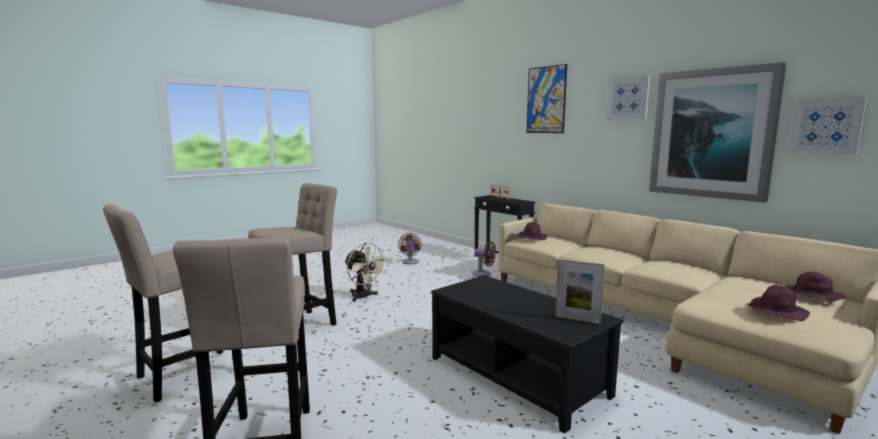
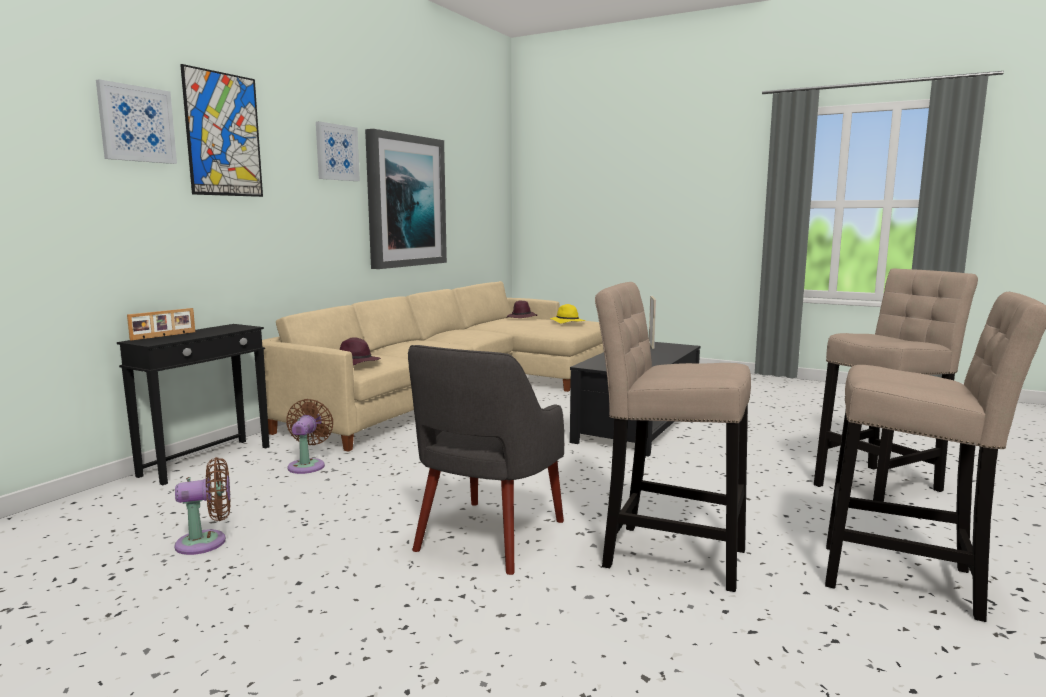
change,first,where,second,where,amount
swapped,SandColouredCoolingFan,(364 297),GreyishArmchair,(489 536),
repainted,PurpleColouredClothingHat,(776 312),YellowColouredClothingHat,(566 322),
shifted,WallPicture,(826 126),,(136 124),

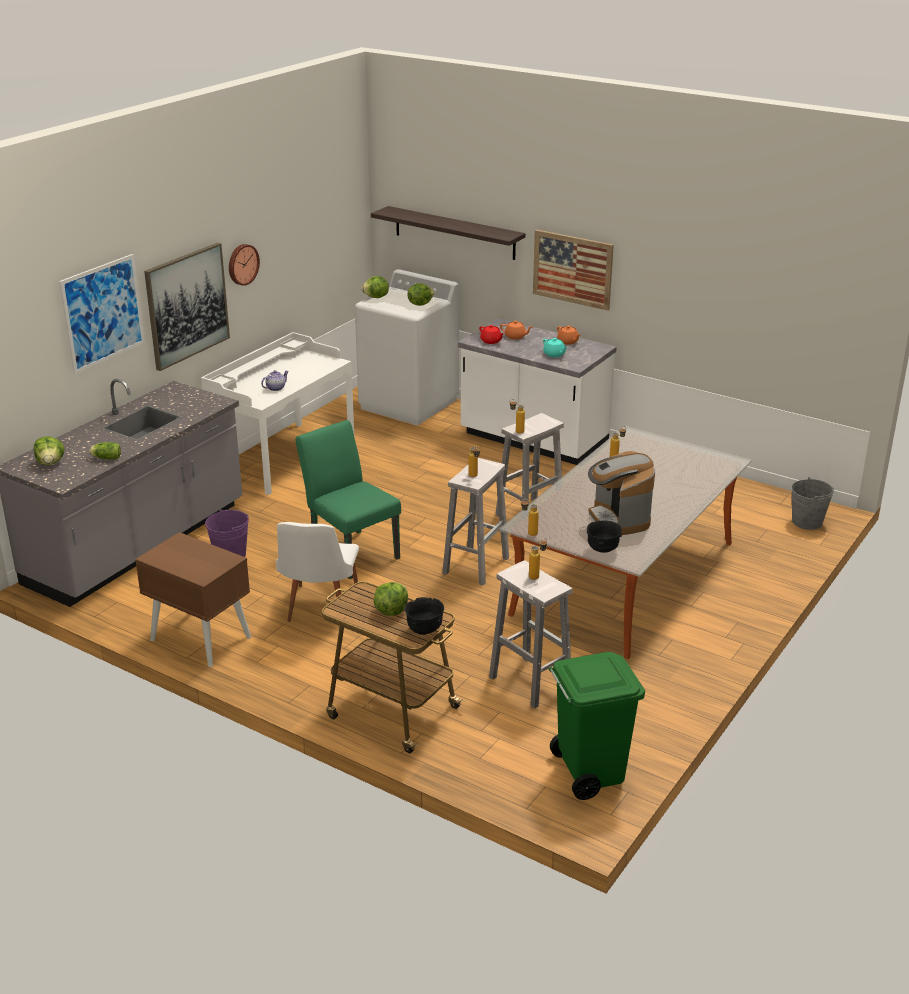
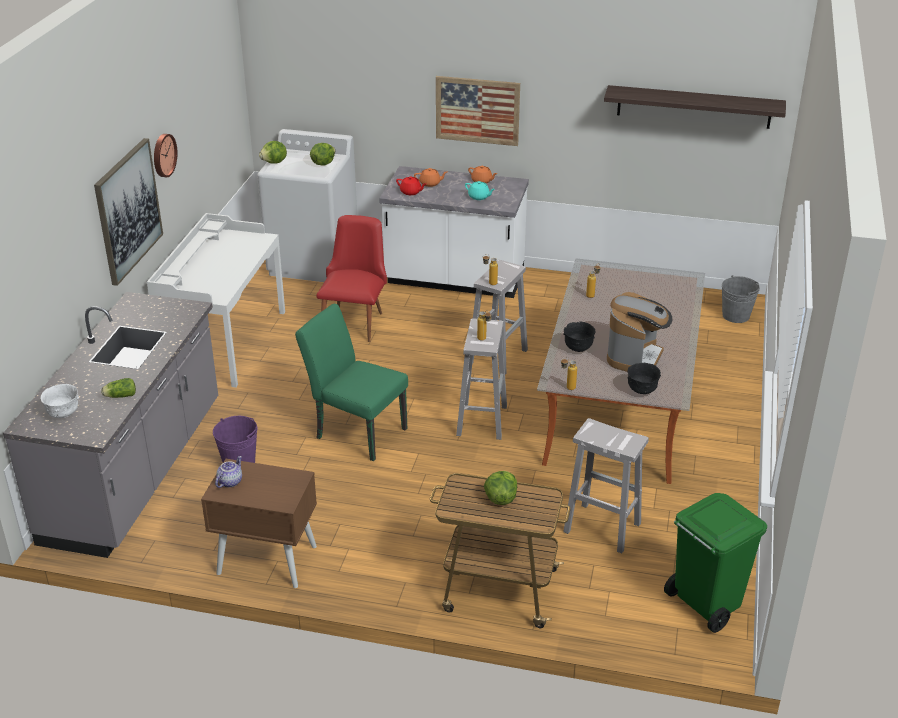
change,first,where,second,where,amount
swapped,LettuceHead,(51 463),WhiteDeepDish,(63 414),
gone,WallPicture,(103 313),,,
shifted,Teapot,(275 388),,(229 481),
gone,WhiteUprightChair,(319 610),,,
shifted,Shelf,(454 233),,(694 107),
shifted,BlackColouredDeepDish,(424 630),,(578 348),
gone,DrinkBottle,(537 576),,,
rotated,CoffeeBrewer,(618 519),,(635 356),120 degrees counterclockwise
new,,,ReddishUprightChair,(355 320),

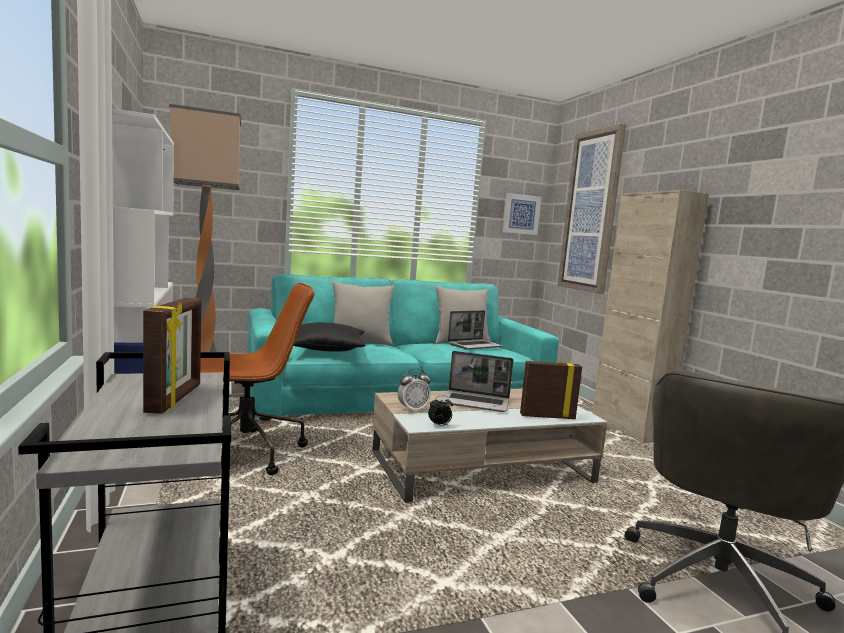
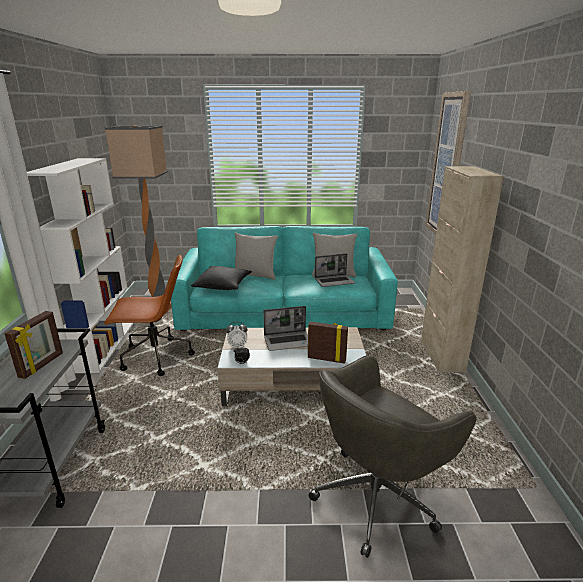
change,first,where,second,where,amount
rotated,Laptop,(476 402),,(288 341),45 degrees counterclockwise
gone,WallPicture,(521 214),,,

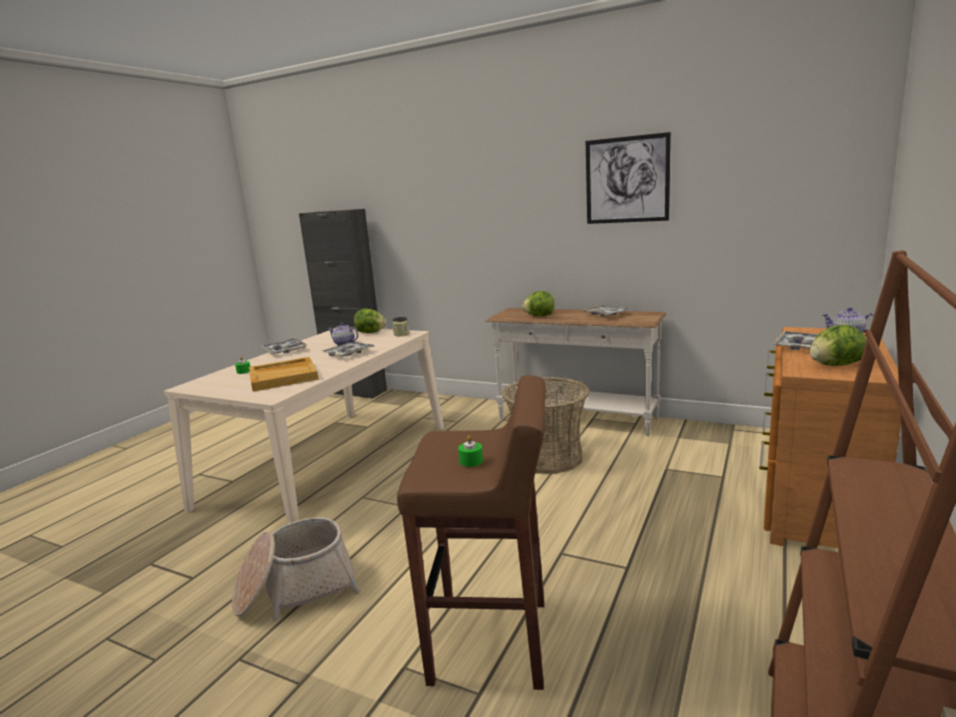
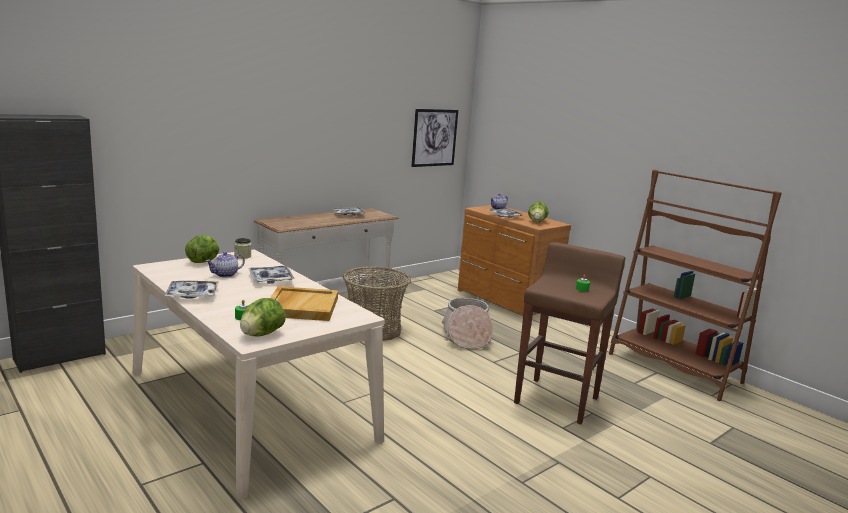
change,first,where,second,where,amount
shifted,StorageBasket,(296 588),,(466 336),
shifted,LettuceHead,(539 316),,(261 334),
shifted,WallPicture,(627 180),,(434 137),

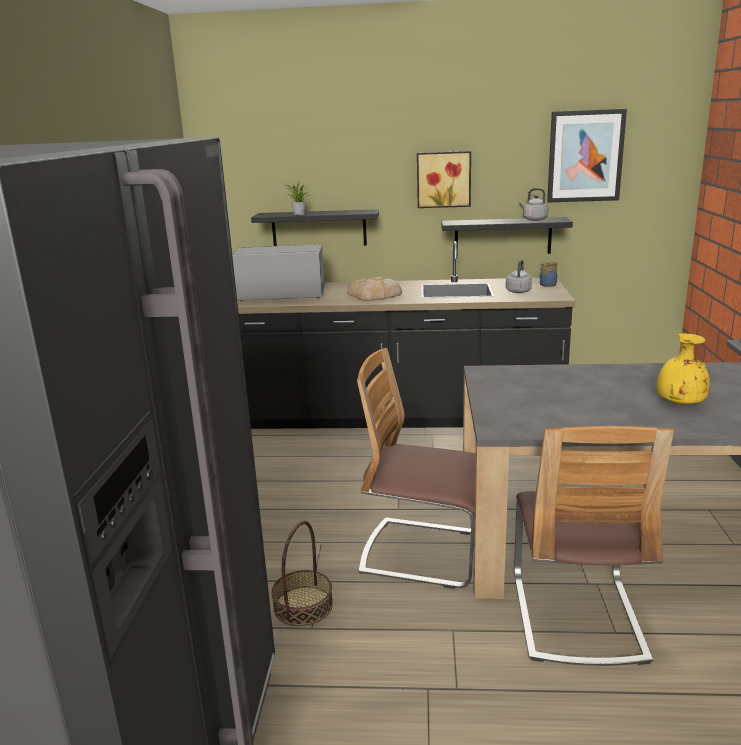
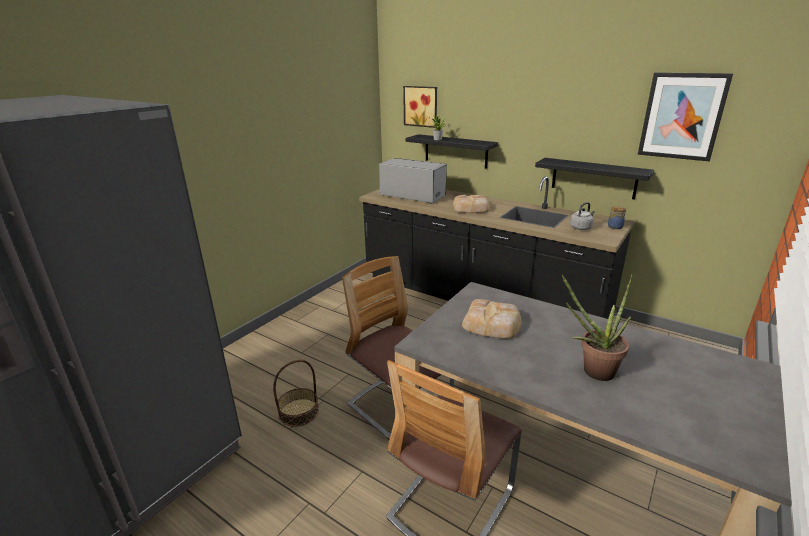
change,first,where,second,where,amount
shifted,WallPicture,(443 179),,(421 106),
gone,GreyishTeaKettle,(533 219),,,
swapped,YellowColouredVase,(679 404),PlantInAPot,(592 371),
new,,,Bread,(492 324),

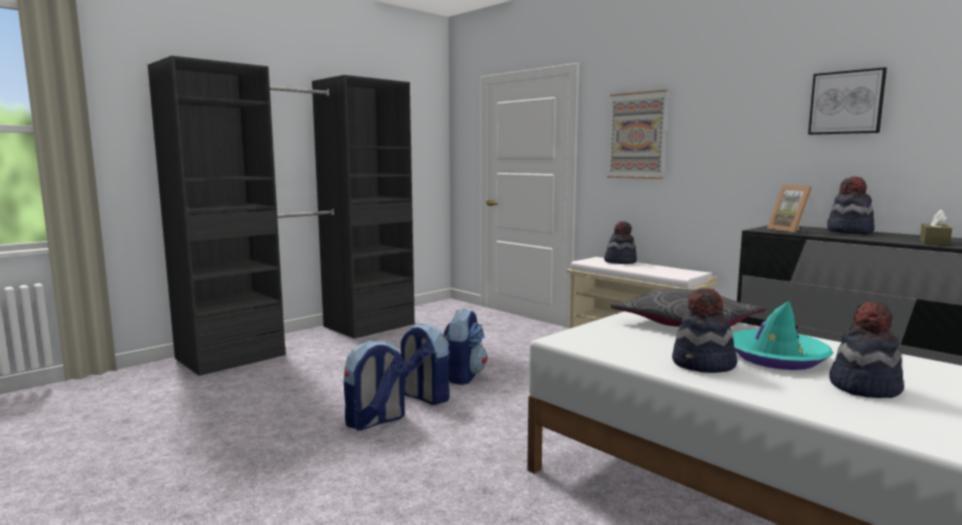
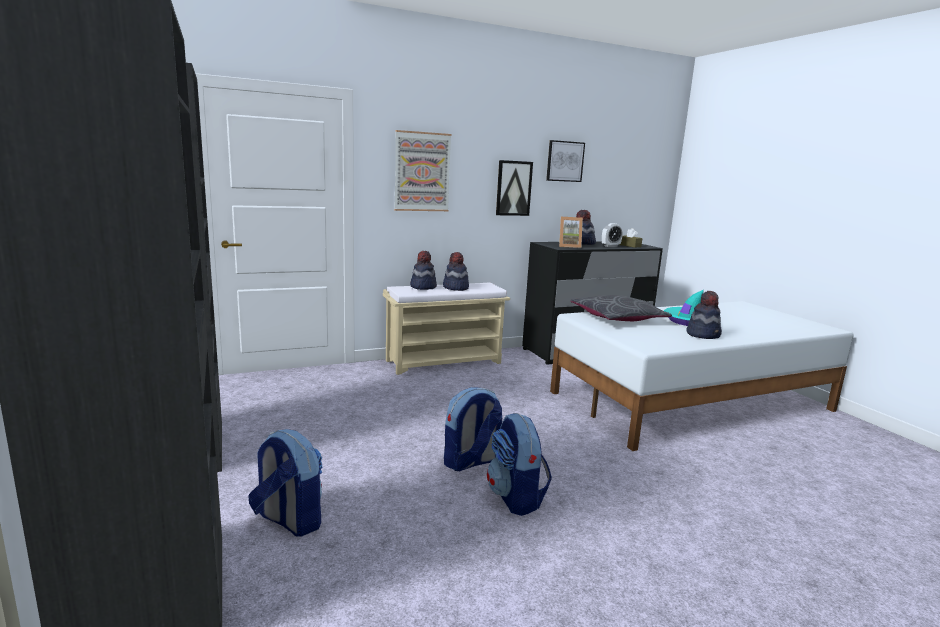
change,first,where,second,where,amount
shifted,Rucksack,(463 376),,(289 520),
shifted,ClothingHat,(863 387),,(455 288),
new,,,WallPicture,(513 188),
new,,,TableClock,(610 246),

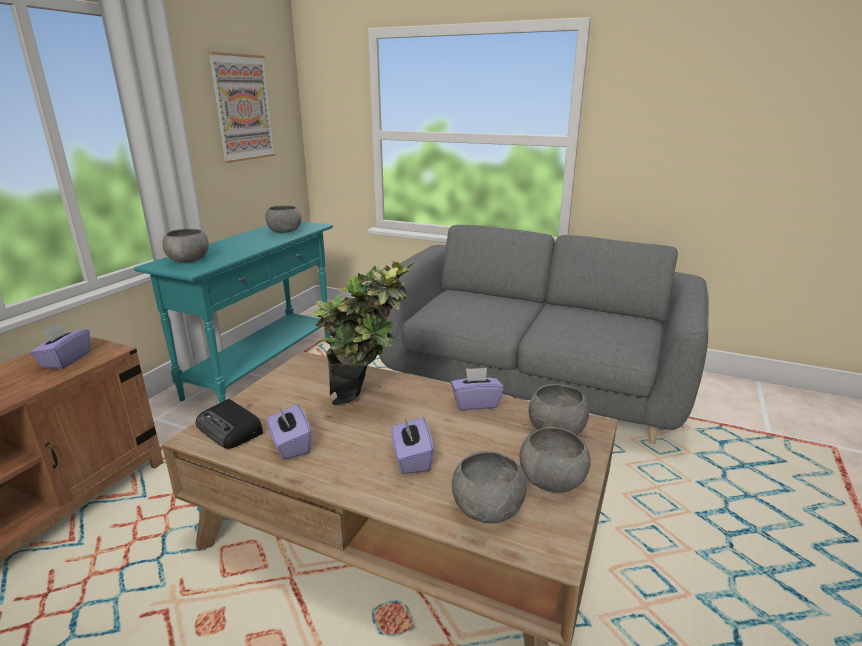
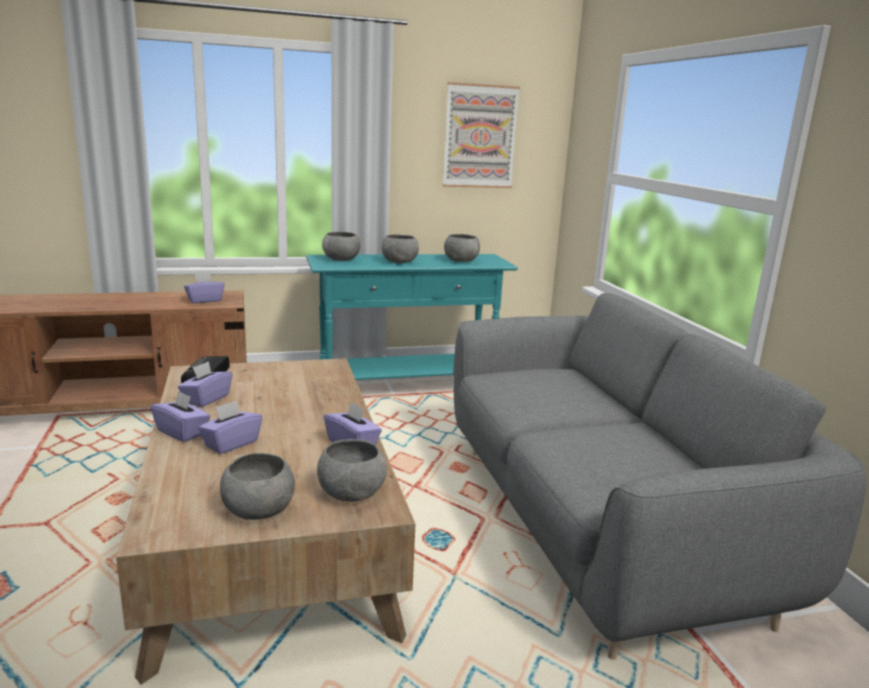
change,first,where,second,where,amount
gone,PlantInAPot,(369 405),,,
shifted,GreyishDeepDish,(488 509),,(399 262),
new,,,PurpleColouredTissueBox,(182 432),

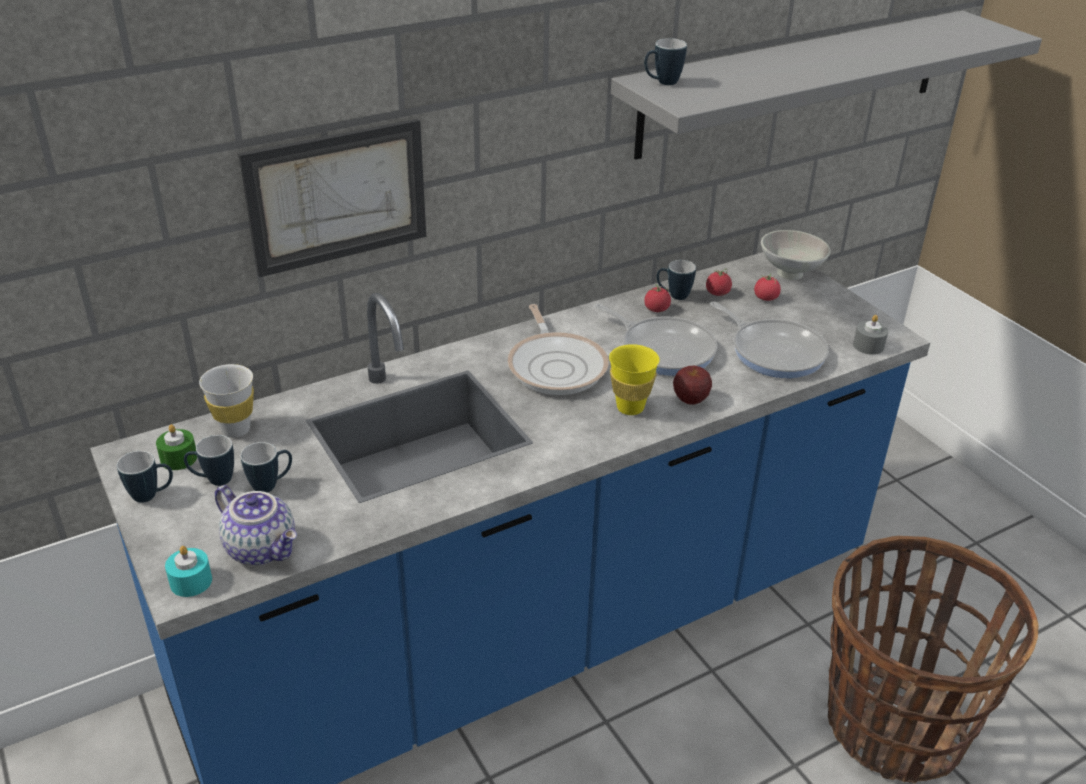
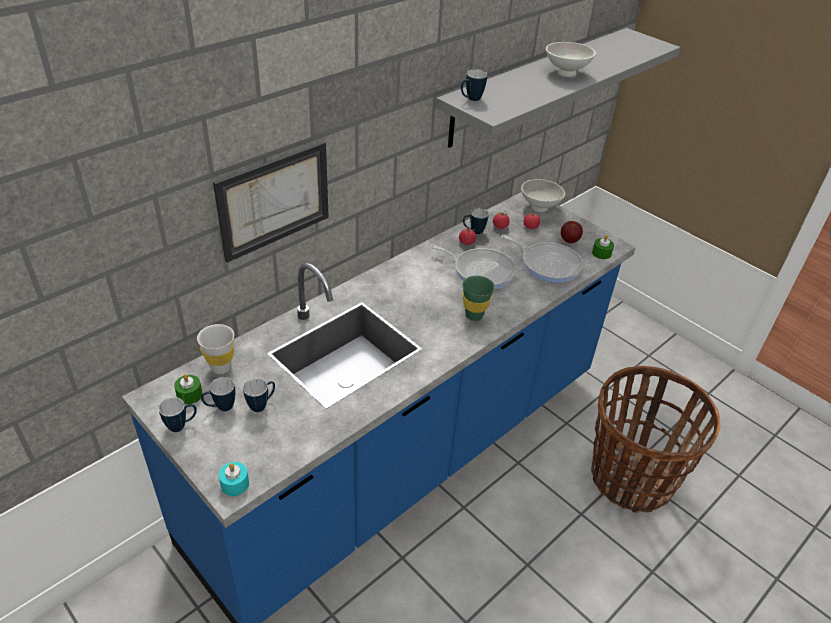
change,first,where,second,where,amount
gone,Teapot,(263 548),,,
gone,Pan,(556 366),,,
repainted,YellowColouredSmallCup,(630 407),GreenishSmallCup,(474 315),
shifted,WholeApple,(691 400),,(569 240),
repainted,GreyishWaxLight,(868 346),GreenishWaxLight,(601 253),
new,,,WhiteDeepDish,(565 73),

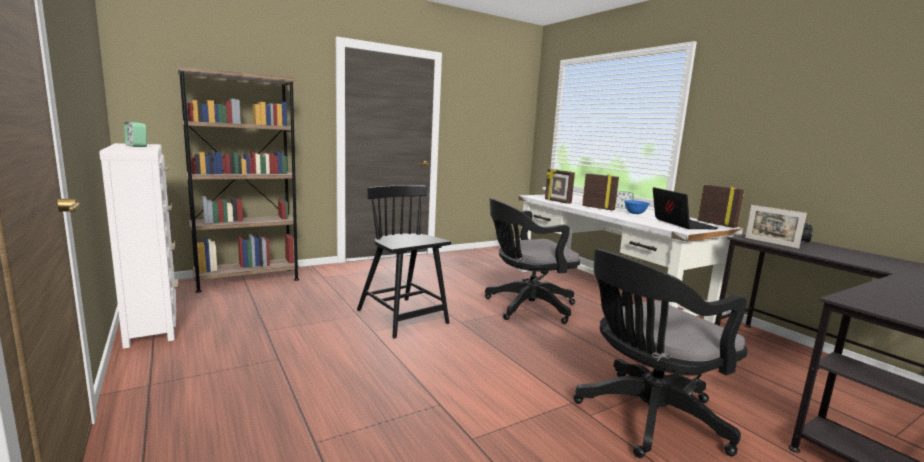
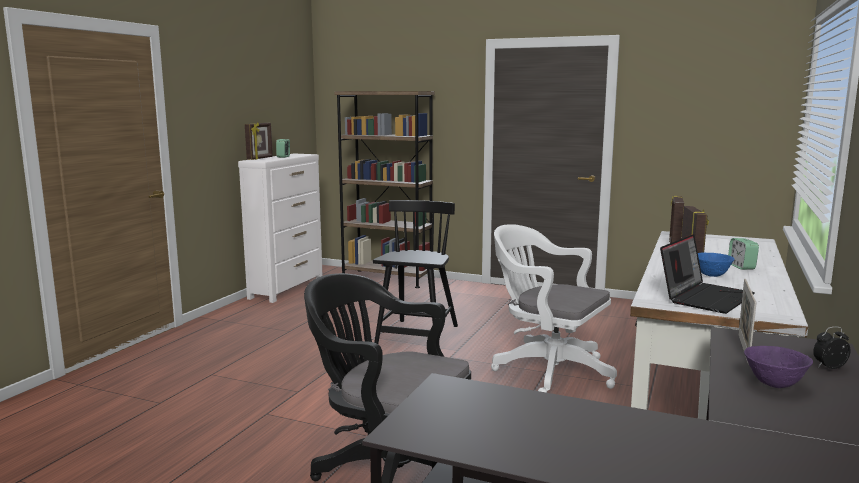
change,first,where,second,where,amount
repainted,BlackColouredOfficeChair,(526 307),WhiteOfficeChair,(547 370),
shifted,PictureFrame,(717 224),,(260 158),
new,,,PurpleColouredDeepDish,(773 384),

